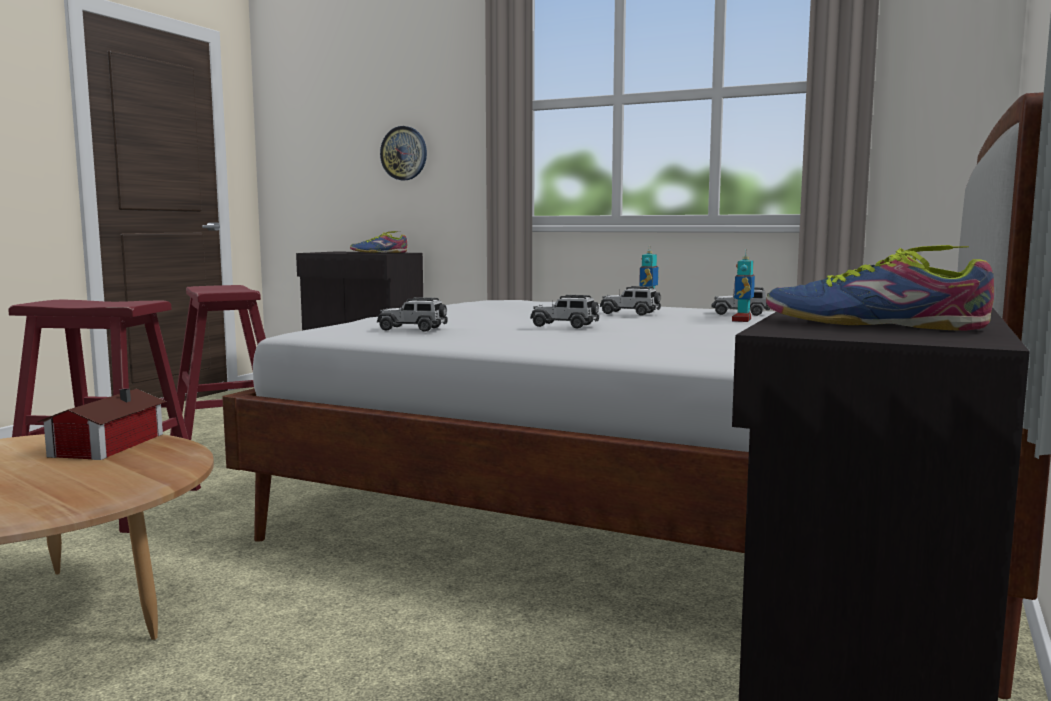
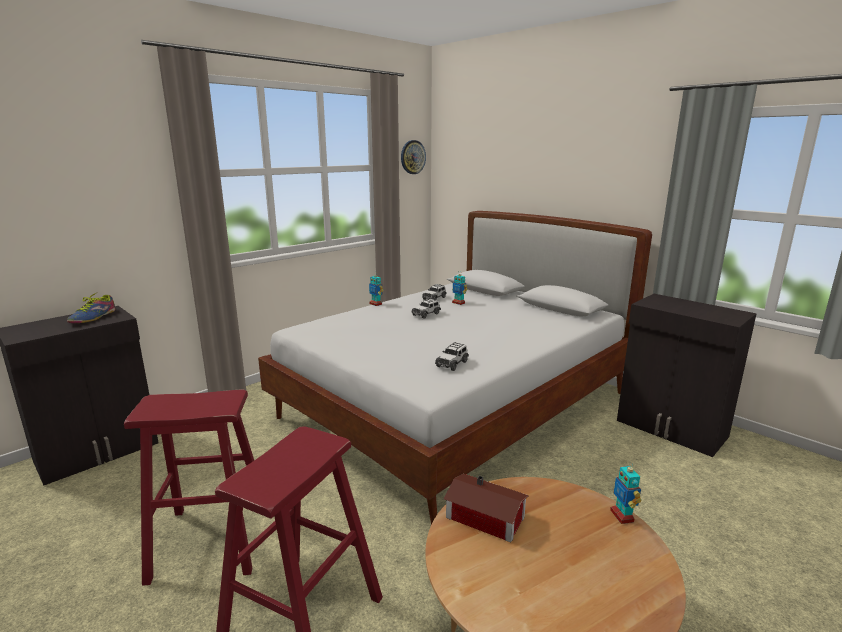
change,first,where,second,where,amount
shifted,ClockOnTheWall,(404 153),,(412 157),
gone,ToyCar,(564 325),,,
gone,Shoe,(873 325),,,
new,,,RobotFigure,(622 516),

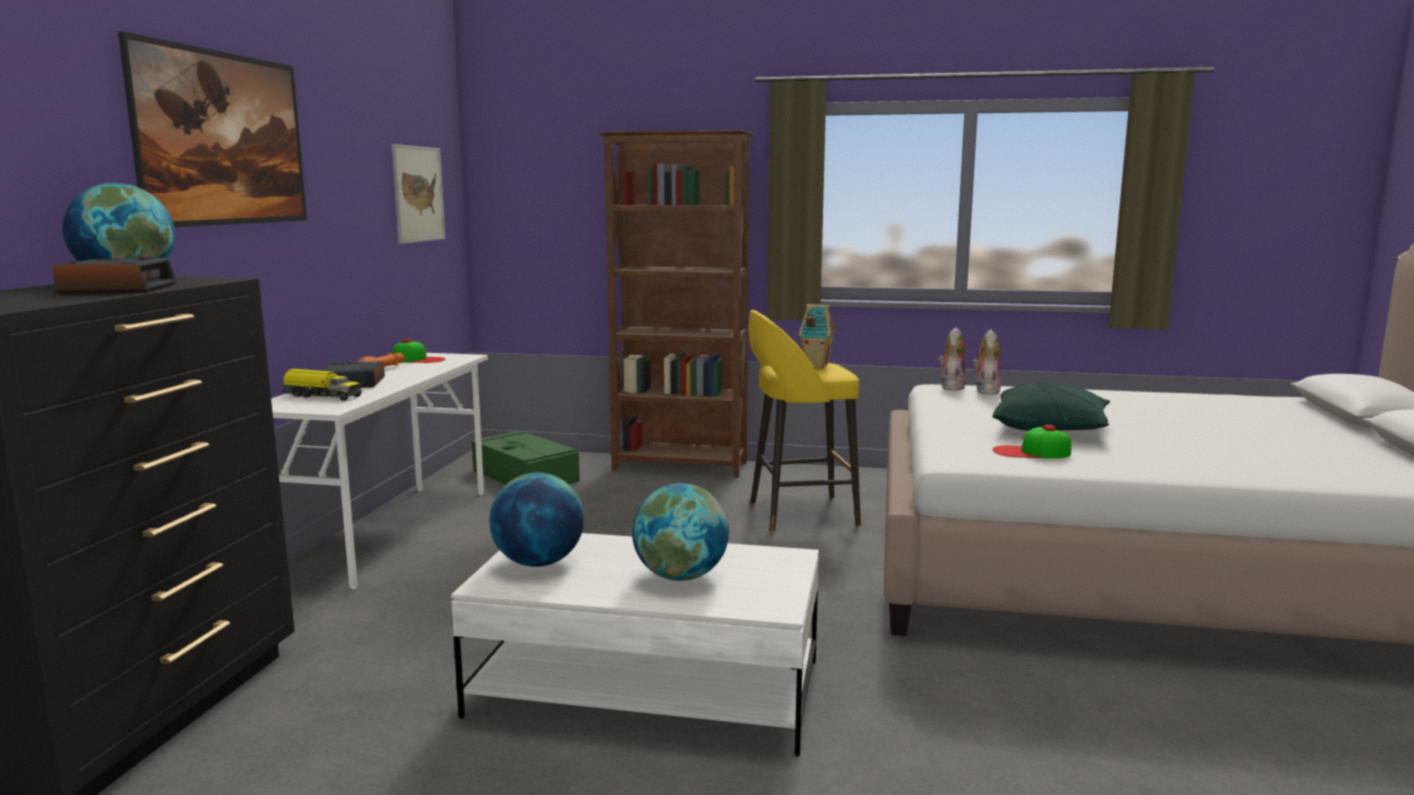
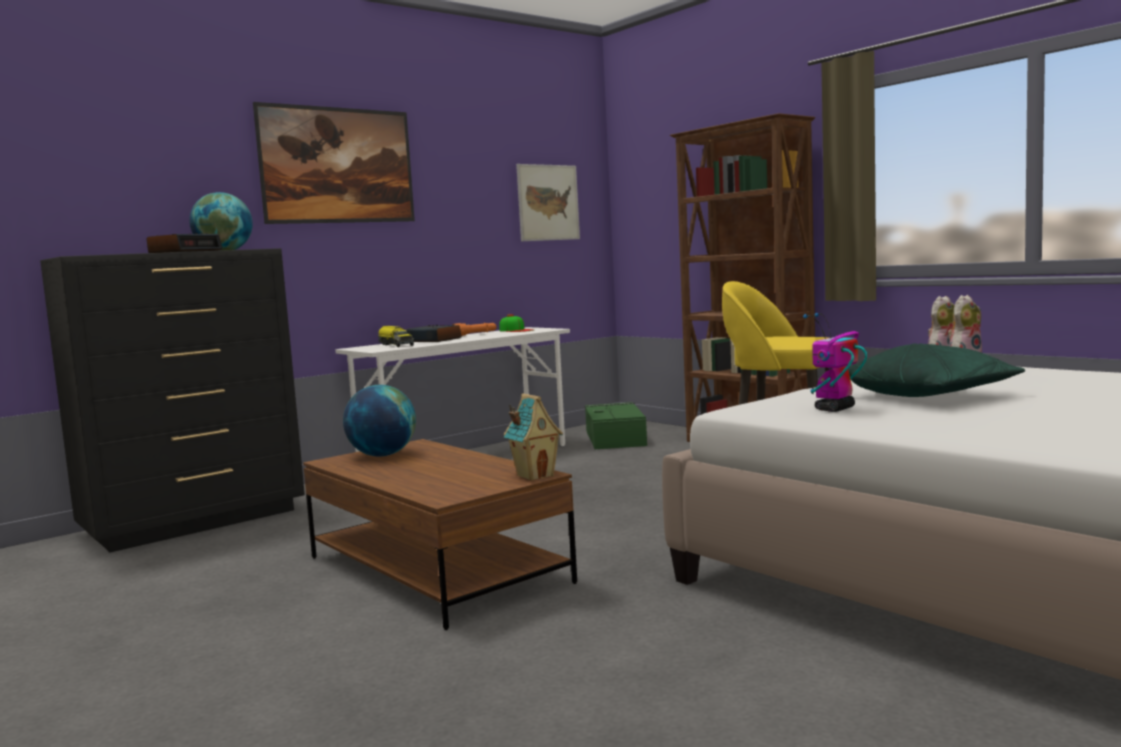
change,first,where,second,where,amount
repainted,WhiteLoungeTable,(646 689),BrownLoungeTable,(435 570),
gone,WorldGlobe,(681 576),,,
shifted,MiniatureHouse,(815 365),,(535 475),
swapped,Cap,(1031 452),RobotFigure,(834 409),

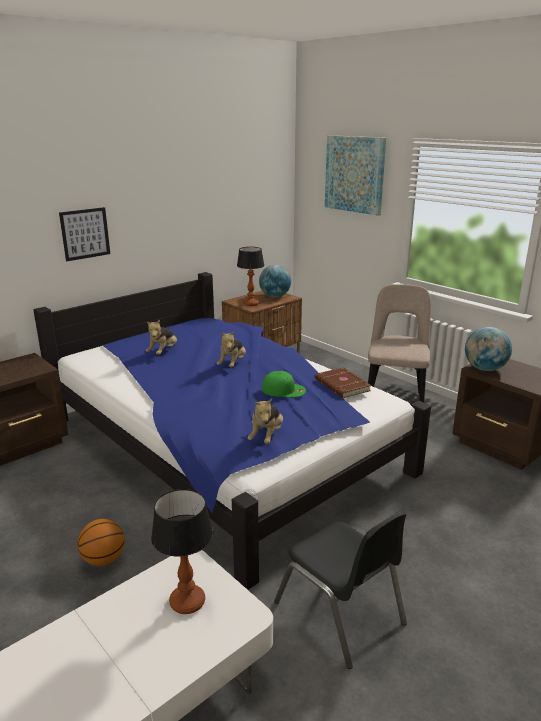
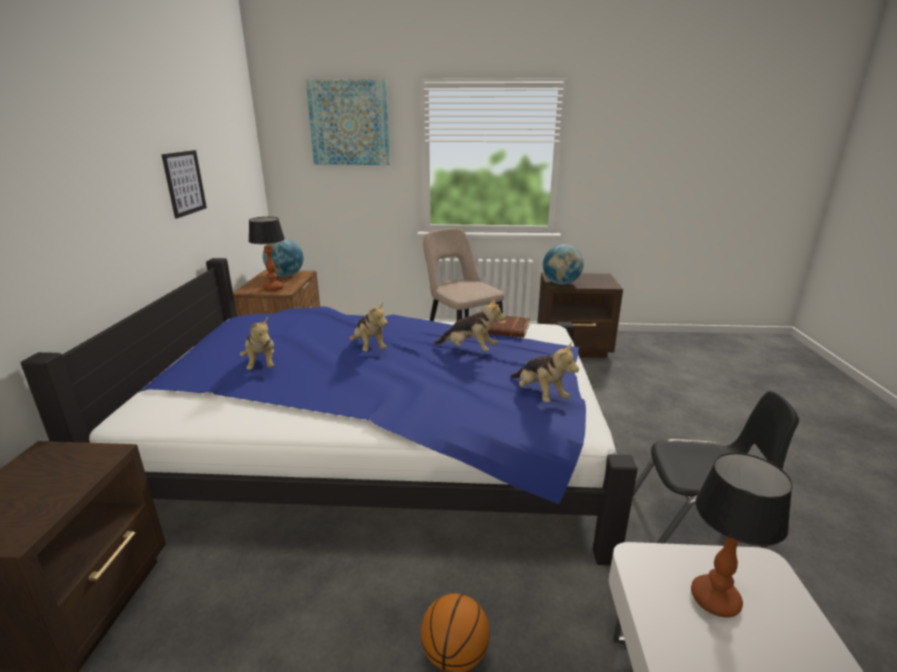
change,first,where,second,where,amount
shifted,WallPicture,(85 233),,(184 183),
swapped,GreenishCap,(284 390),PlushToy,(469 349),

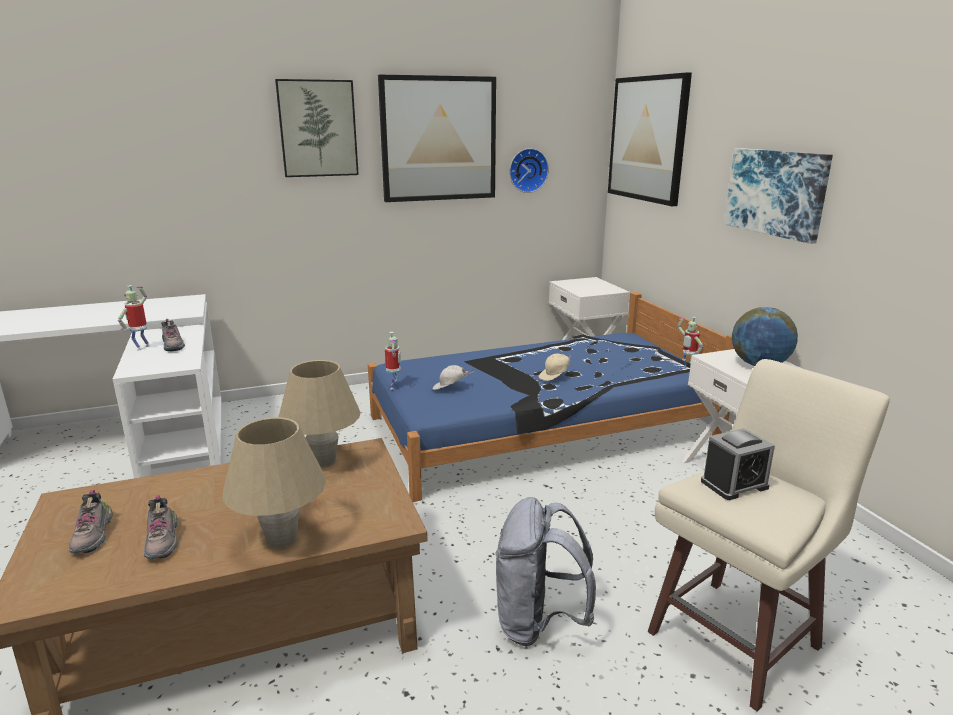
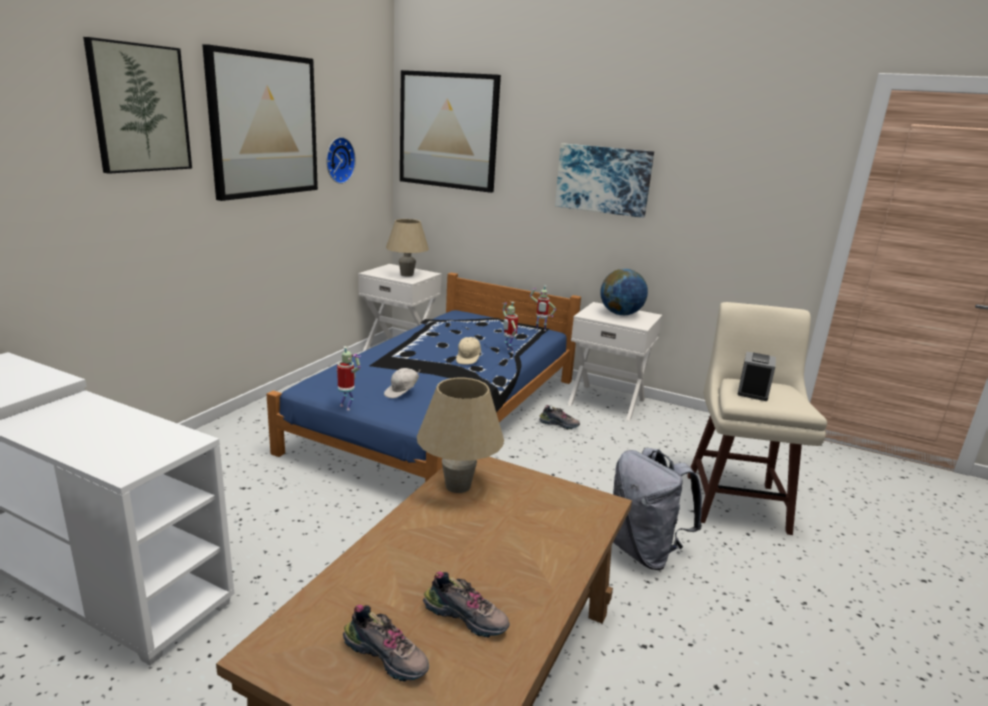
change,first,where,second,where,amount
shifted,RobotFigure,(142 347),,(508 351),
shifted,Shoe,(174 345),,(559 424),
shifted,SandColouredLampForATable,(281 539),,(407 274),

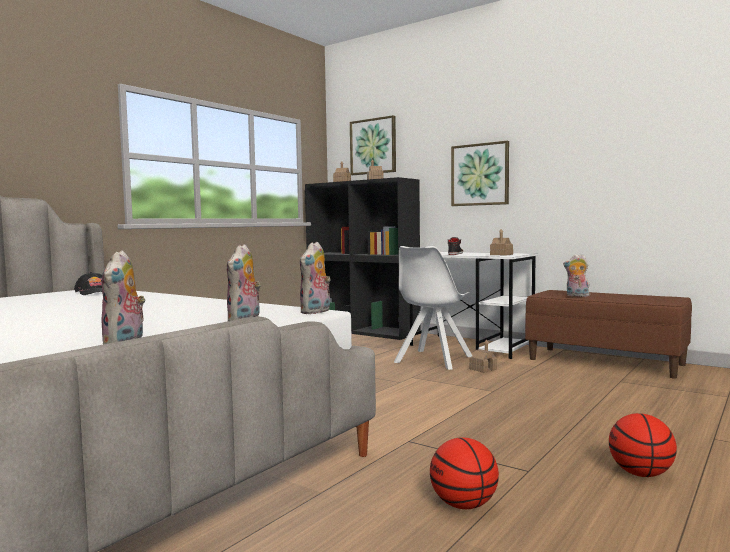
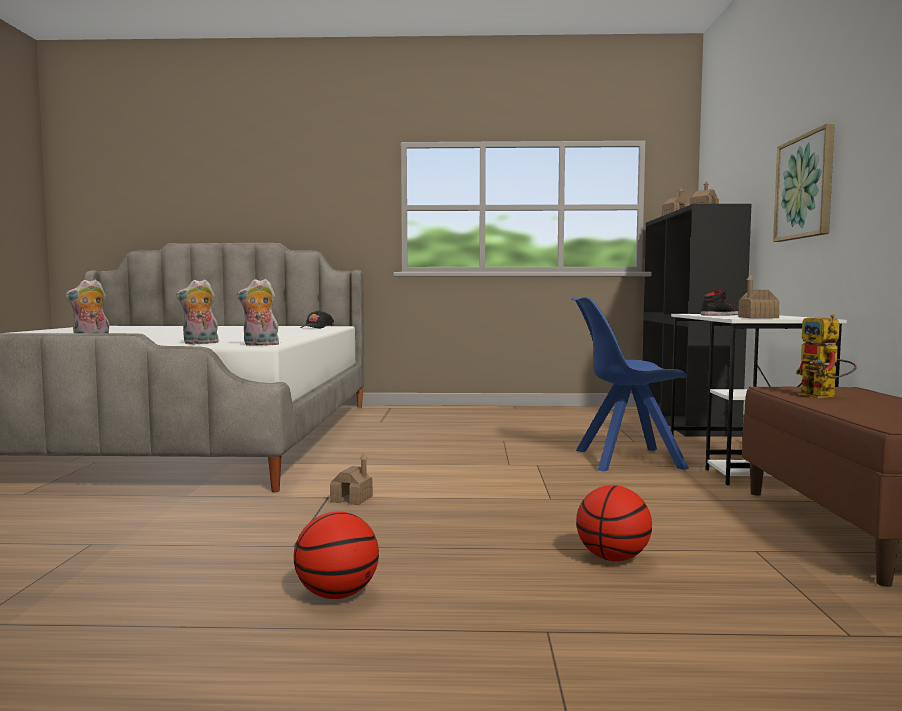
change,first,where,second,where,amount
gone,WallPicture,(373 146),,,
repainted,WhiteUprightChair,(432 360),BlueUprightChair,(625 460),
shifted,Basketball,(464 505),,(613 558),
shifted,MiniatureHouse,(483 369),,(352 499),
swapped,PlushToy,(576 296),RobotFigure,(824 396),

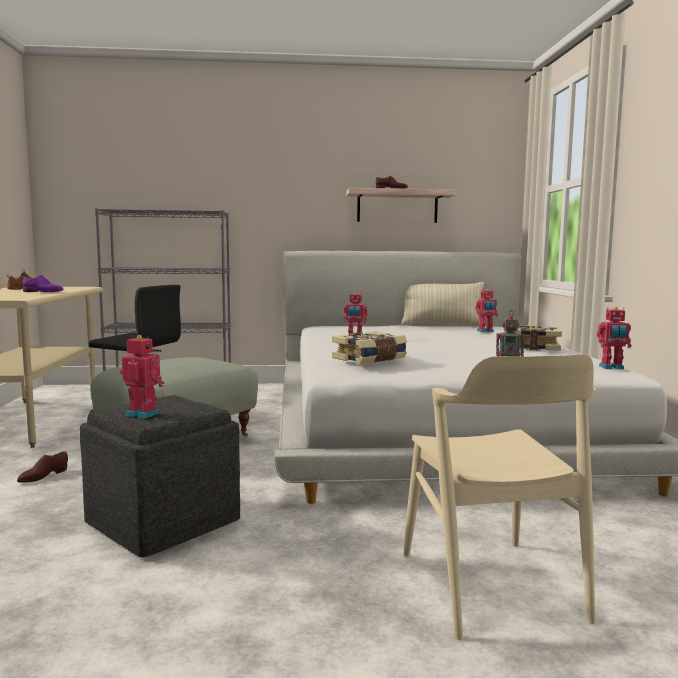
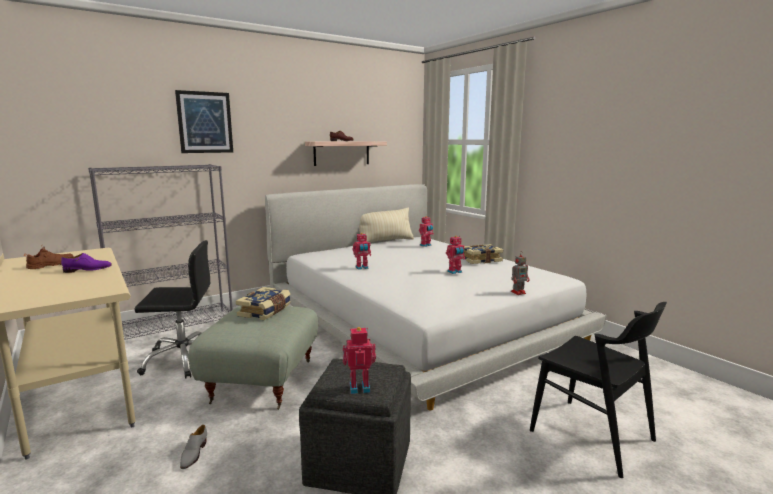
change,first,where,second,where,amount
repainted,BrownShoe,(43 476),GreyishShoe,(193 454),
shifted,Book,(370 359),,(265 311),
repainted,SandColouredUprightChair,(490 585),BlackColouredUprightChair,(592 435),
shifted,RobotFigure,(612 368),,(455 272),
new,,,WallPicture,(205 122),

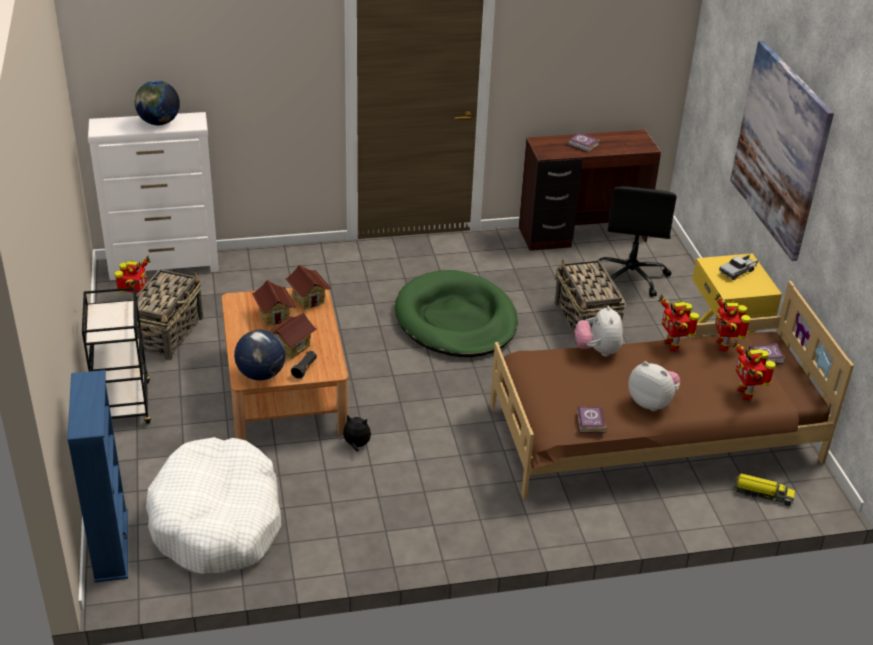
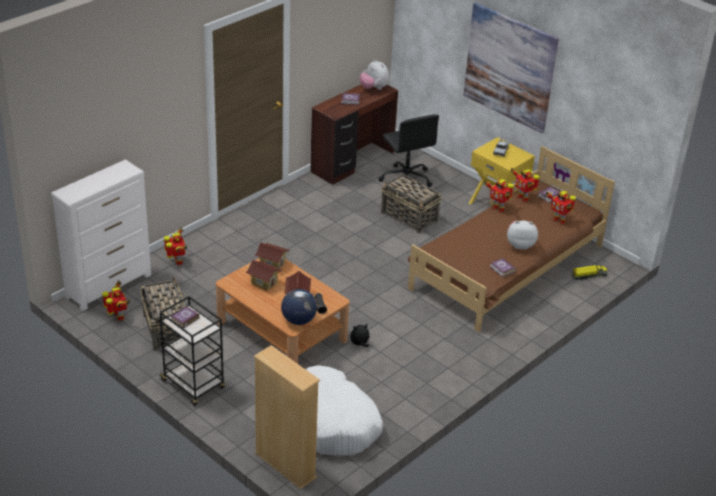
change,first,where,second,where,amount
repainted,BlueBookcase,(111 545),SandColouredBookcase,(285 465),
gone,WorldGlobe,(159 123),,,
gone,GreenishPetBed,(456 320),,,
shifted,PlushToy,(597 351),,(374 88),
new,,,RobotFigure,(177 261),
new,,,Book,(184 319),

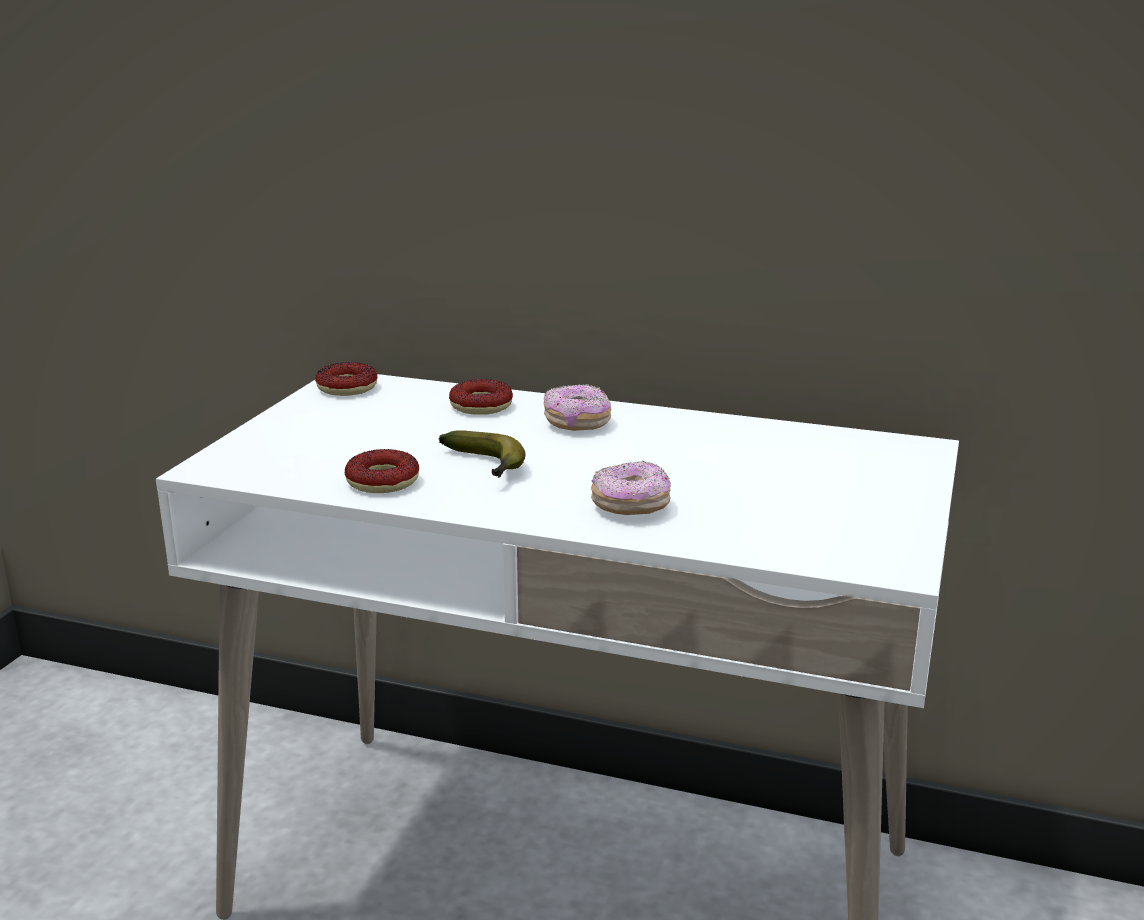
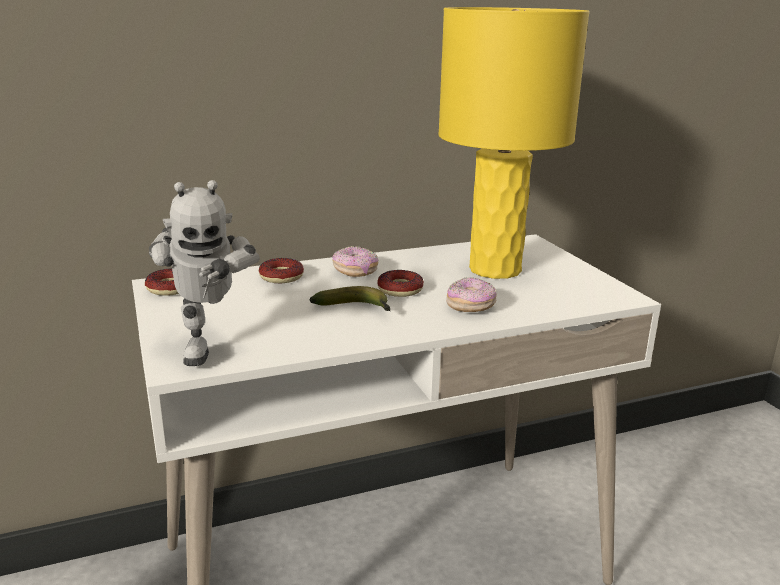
change,first,where,second,where,amount
shifted,Donut,(382 481),,(400 289),
new,,,RobotFigure,(208 344),
new,,,YellowColouredLampForATable,(494 269),

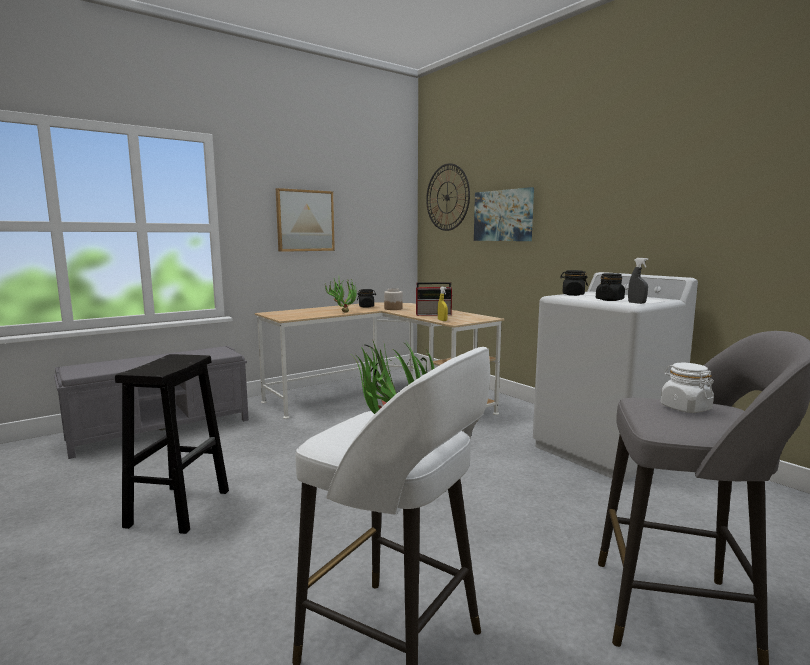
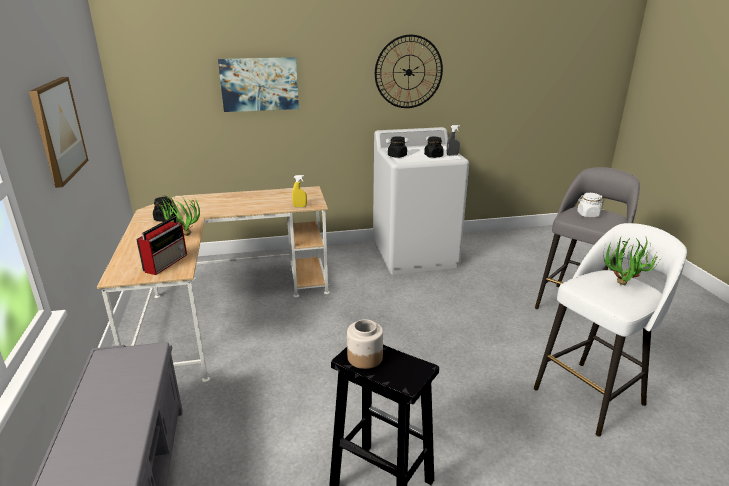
change,first,where,second,where,amount
shifted,PreserveJar,(393 308),,(364 357),
shifted,RadioSet,(434 314),,(166 262),
shifted,ClockOnTheWall,(447 197),,(408 72),

